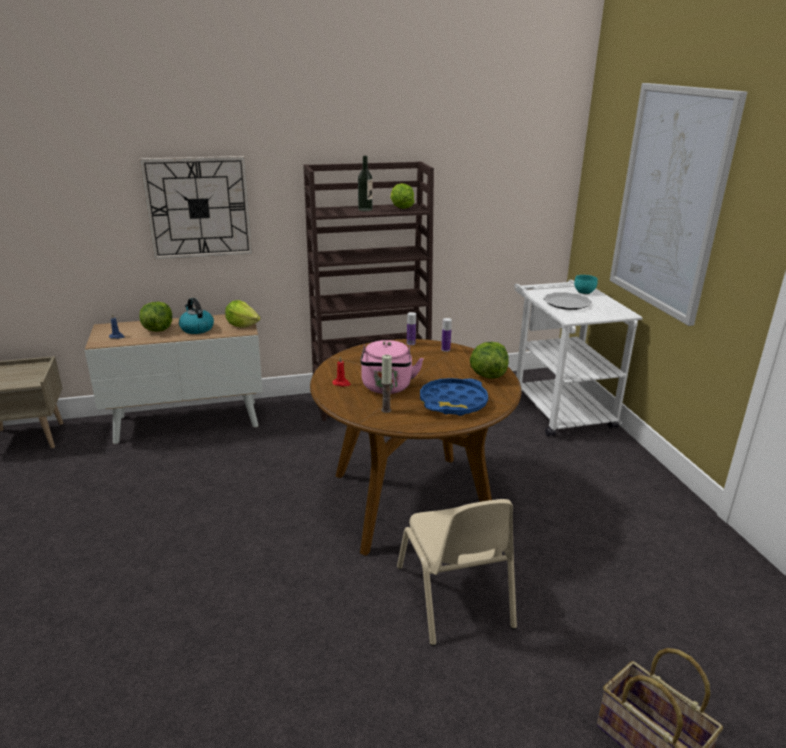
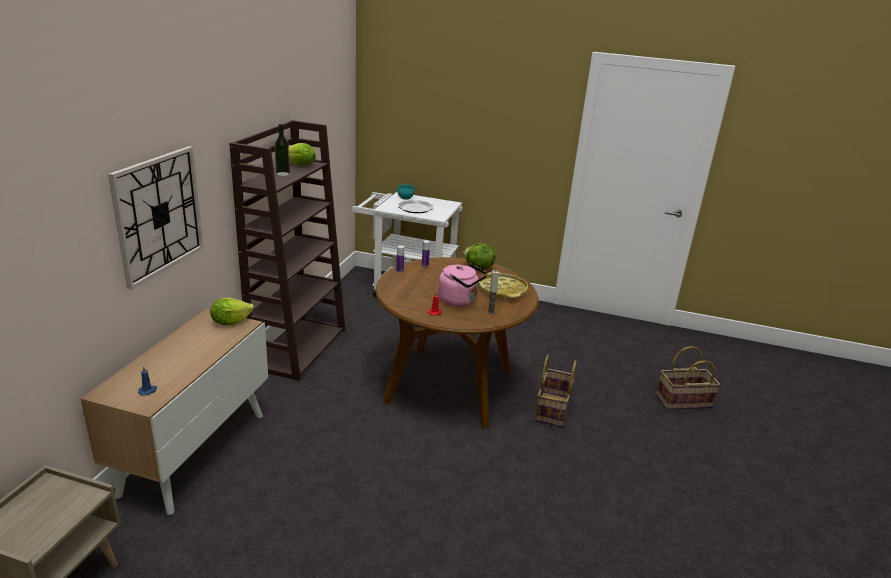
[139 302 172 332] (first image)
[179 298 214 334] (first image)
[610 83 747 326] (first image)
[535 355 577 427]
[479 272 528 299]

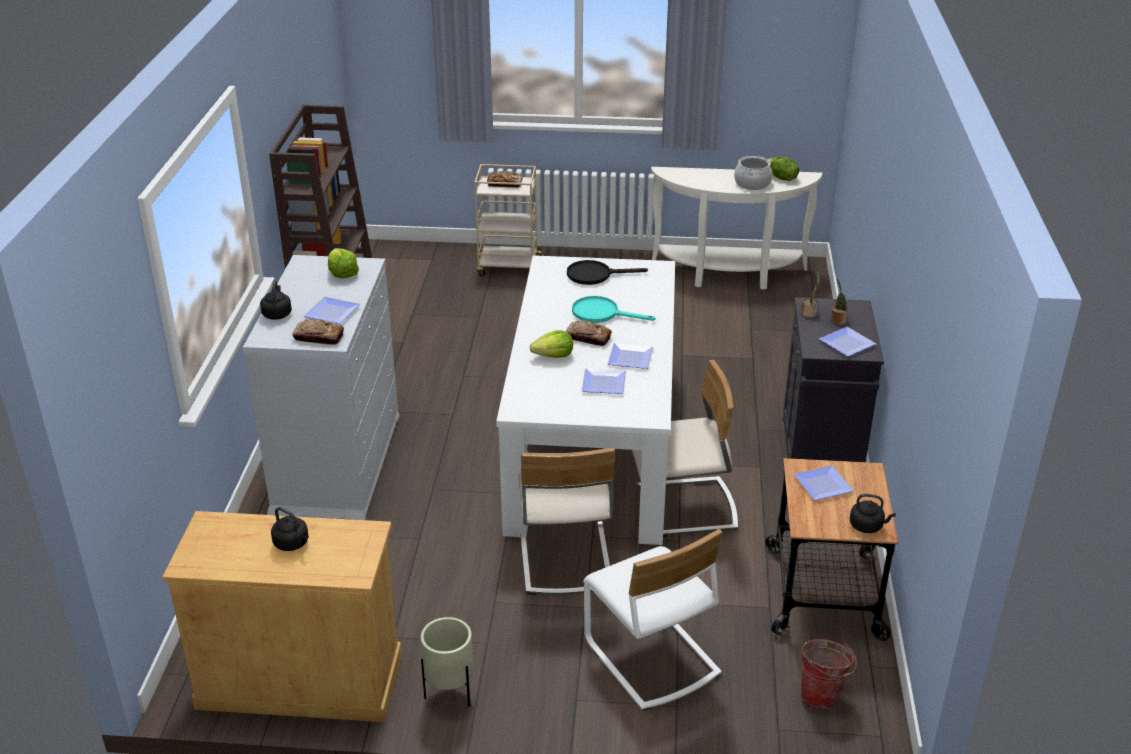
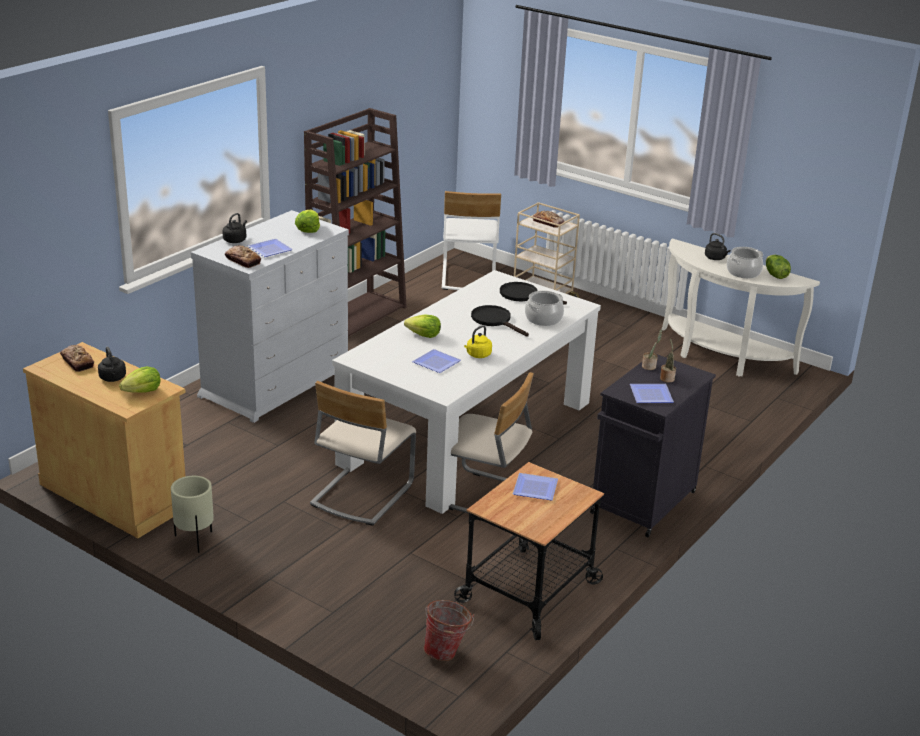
[119 366 161 393]
[525 291 564 326]
[60 345 94 372]
[442 191 501 290]
[705 233 730 260]
[464 325 492 358]
[471 305 529 336]

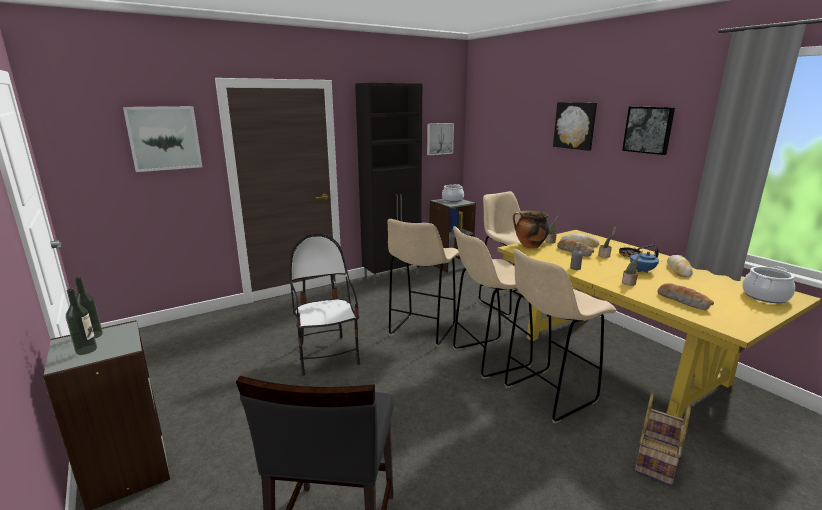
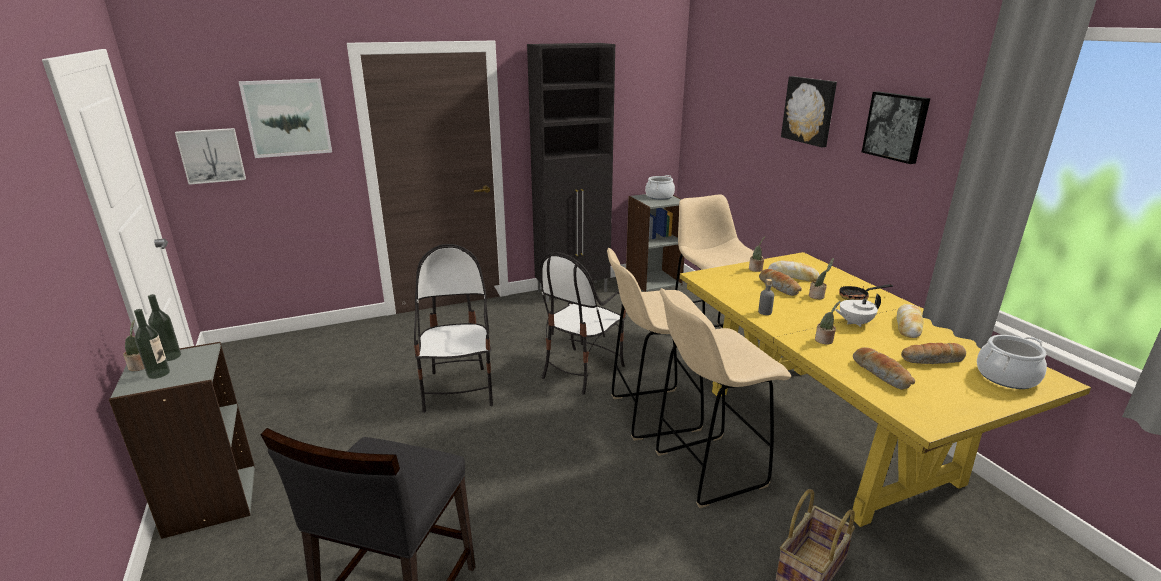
[513 211 549 248] (first image)
[123 320 145 371]
[901 343 966 364]
[175 128 246 185]
[540 252 626 394]
[835 294 881 327]

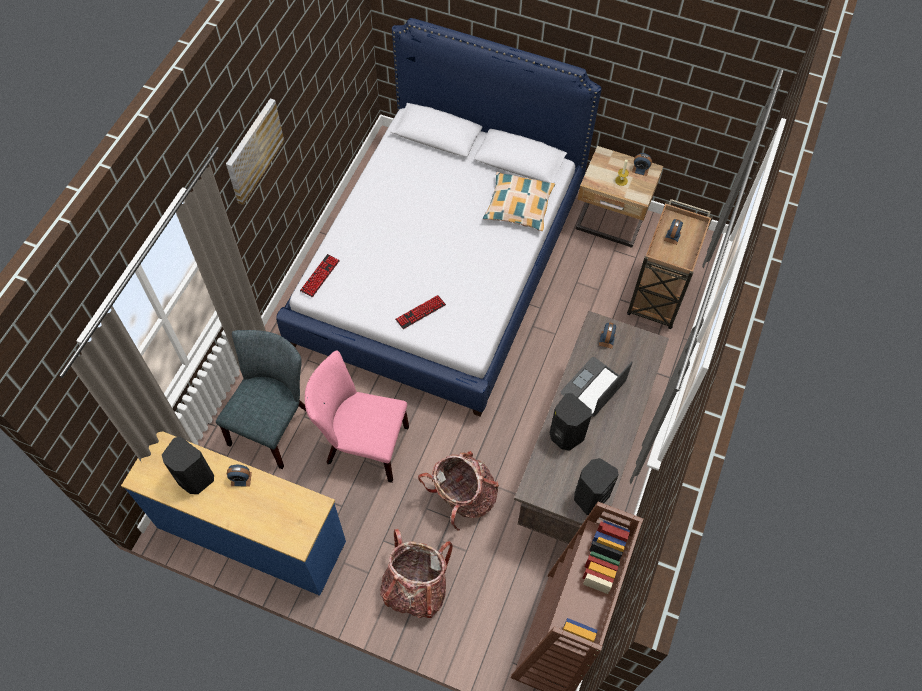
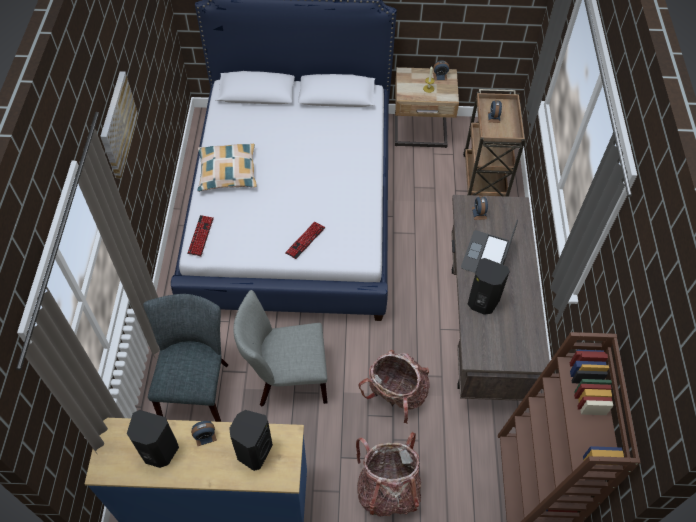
[197 144 257 192]
[229 410 273 471]
[233 290 328 407]

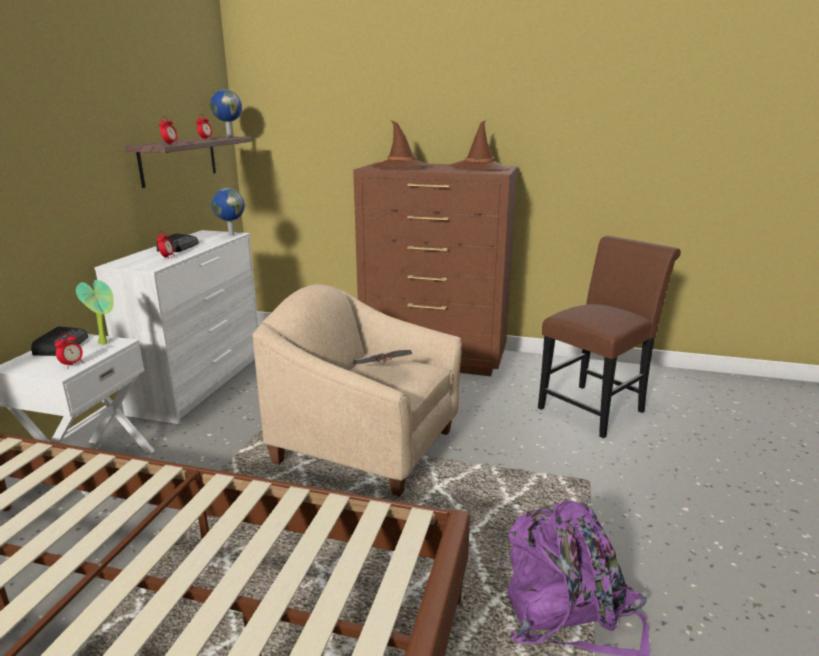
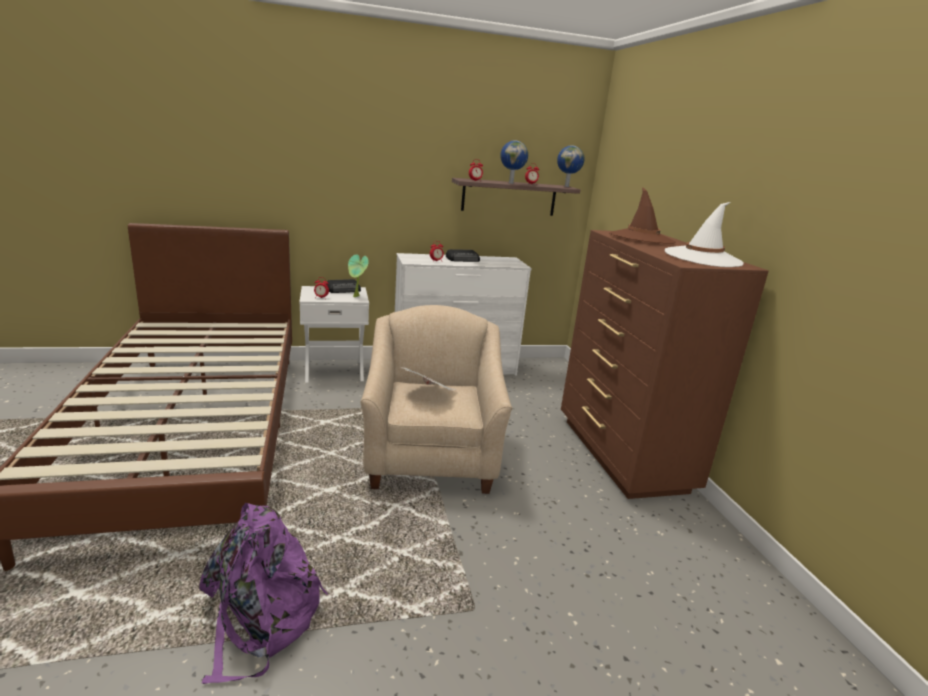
[538 236 681 438] (first image)
[500 140 528 184]
[665 202 744 267]

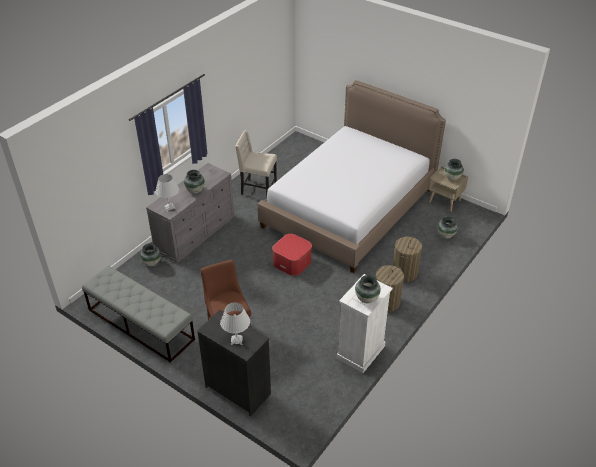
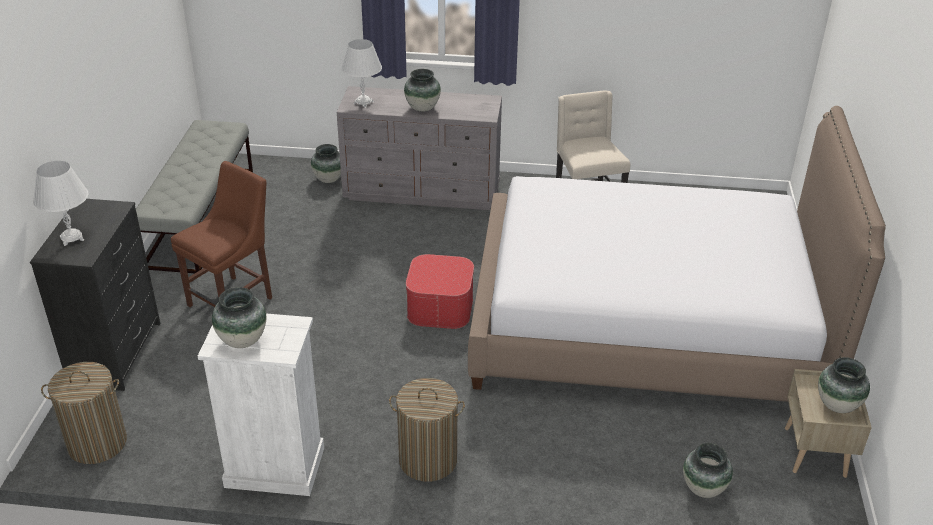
[41 362 127 464]

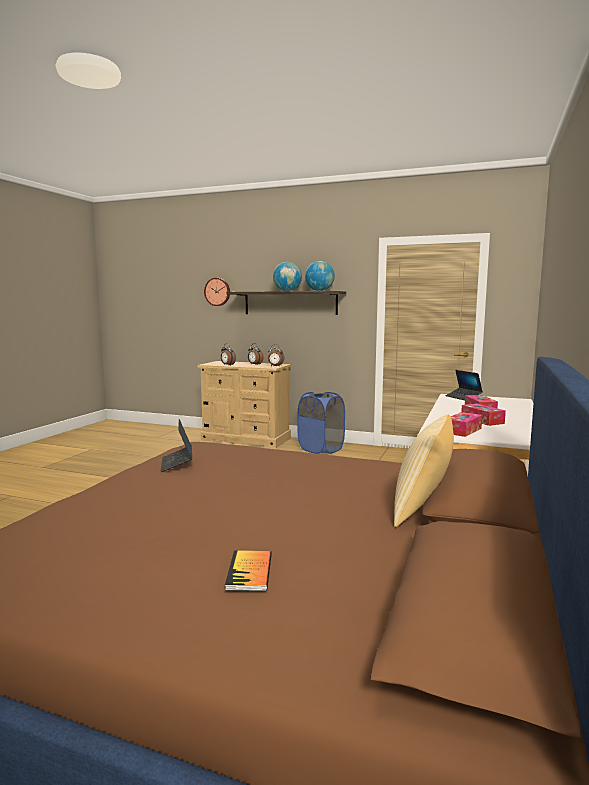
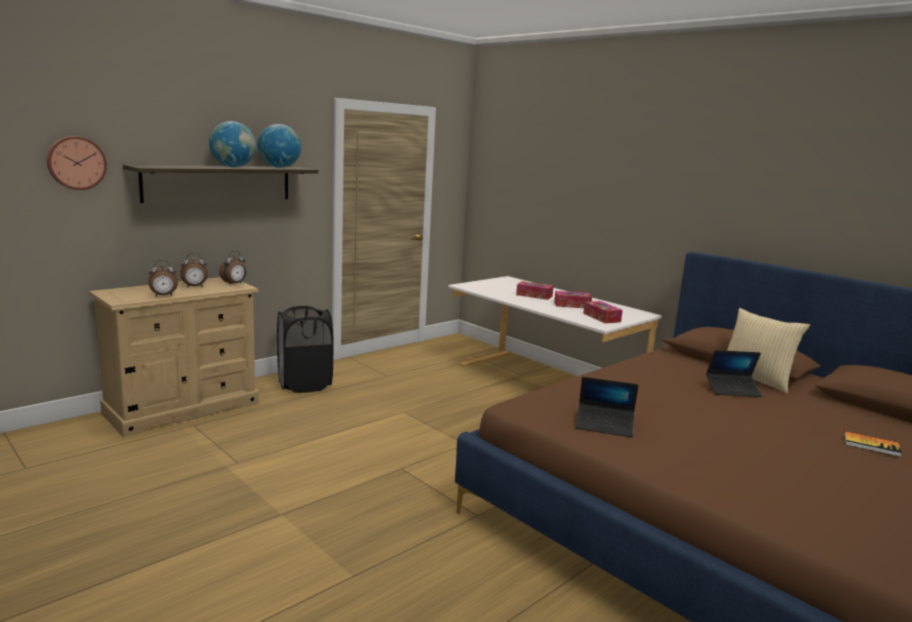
[706 350 762 397]
[277 306 334 393]

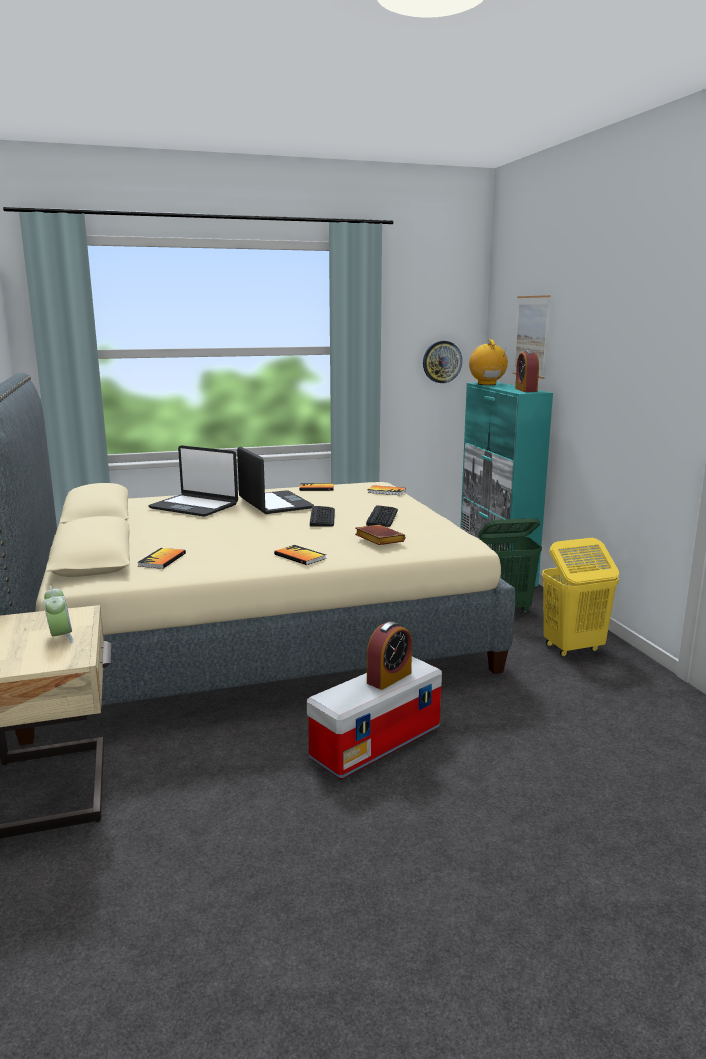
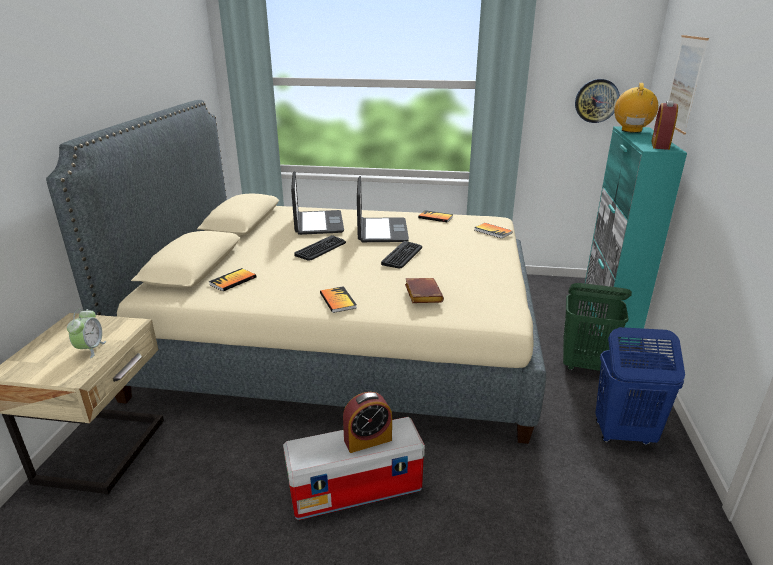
[294 235 346 260]
[595 327 685 445]
[291 171 344 235]

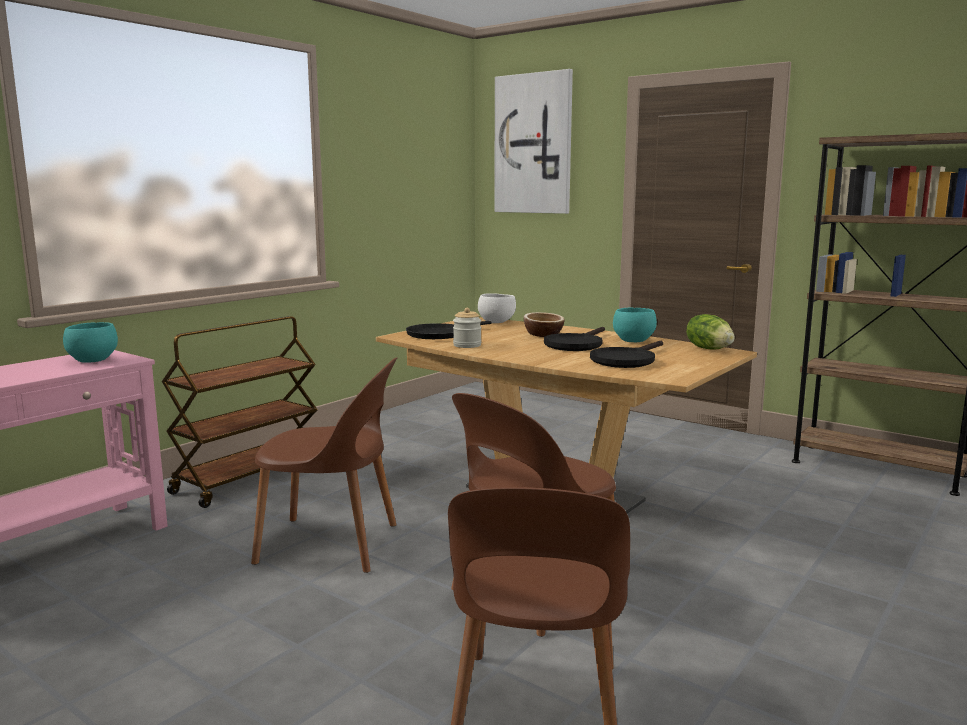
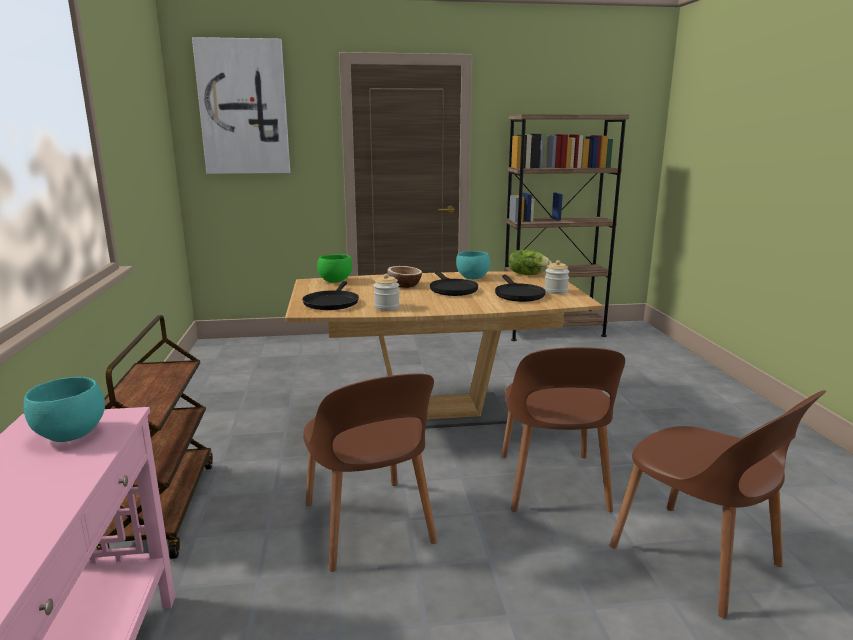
[544 260 570 294]
[317 254 352 283]
[303 373 437 572]

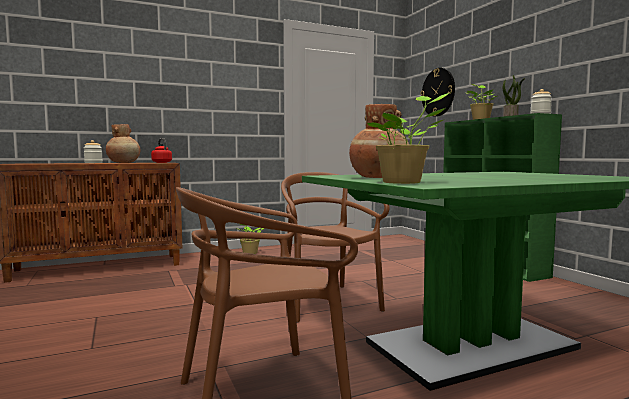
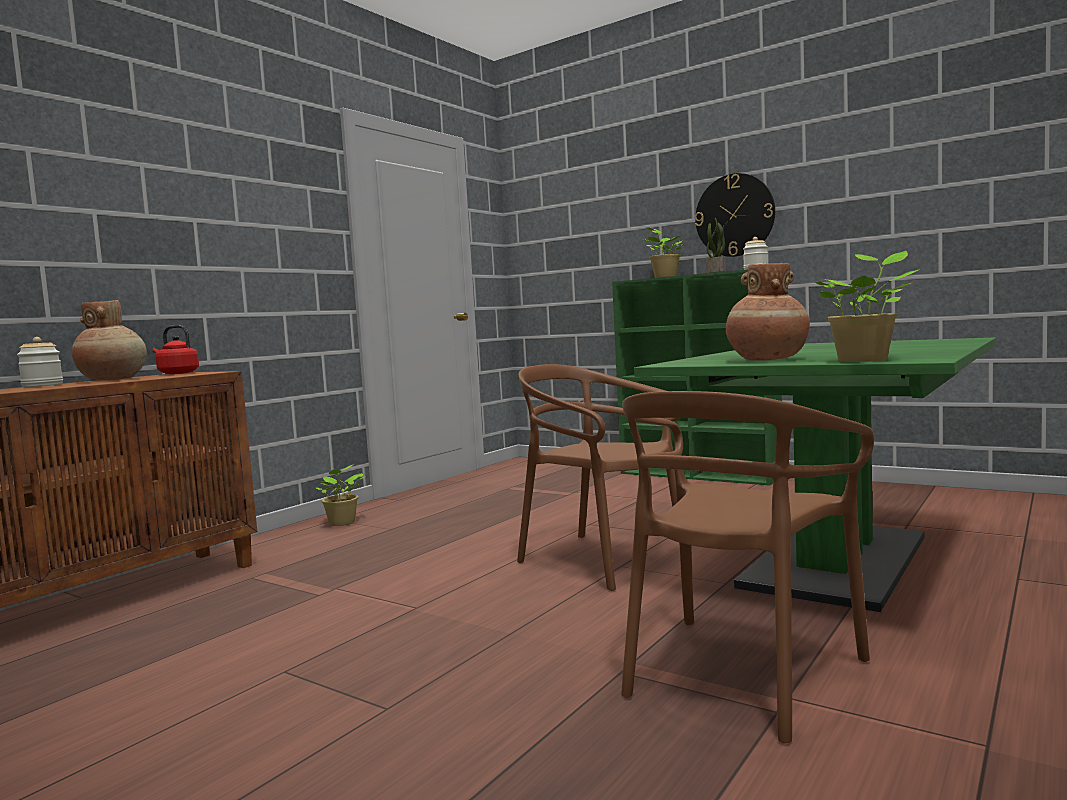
[695 173 775 257]

